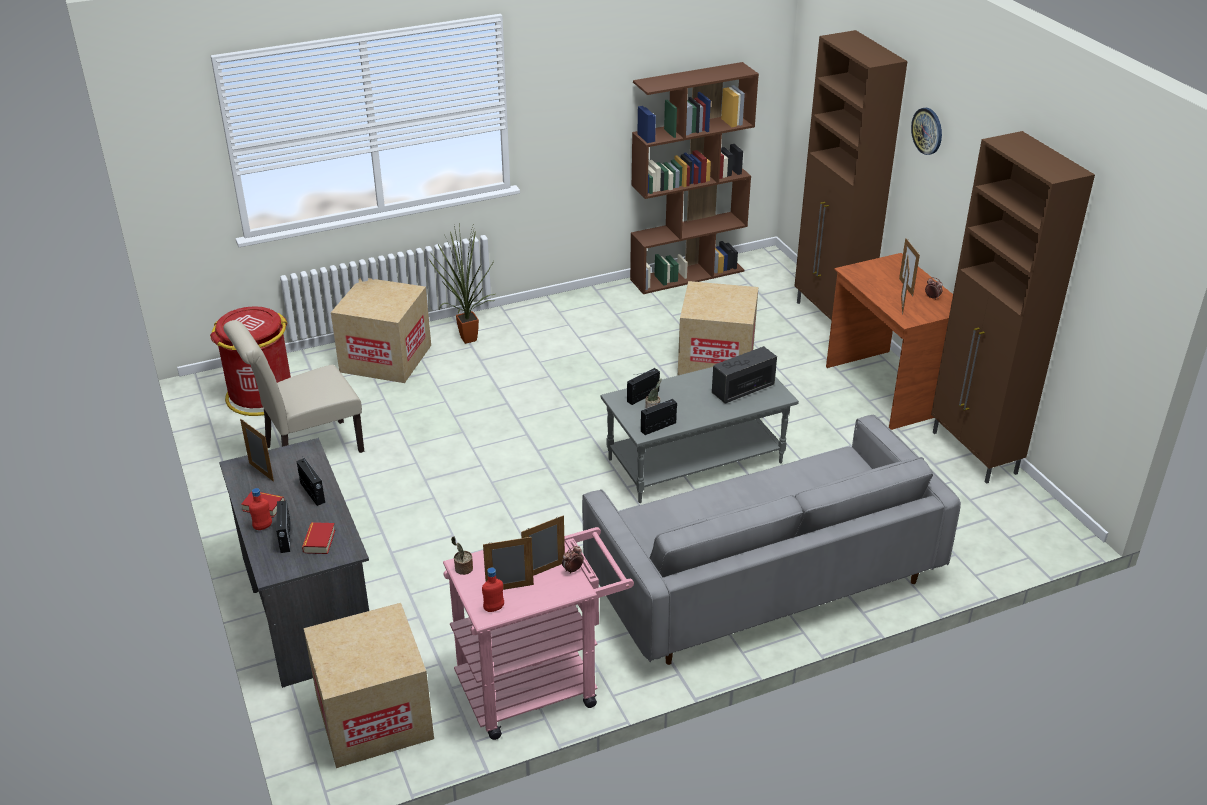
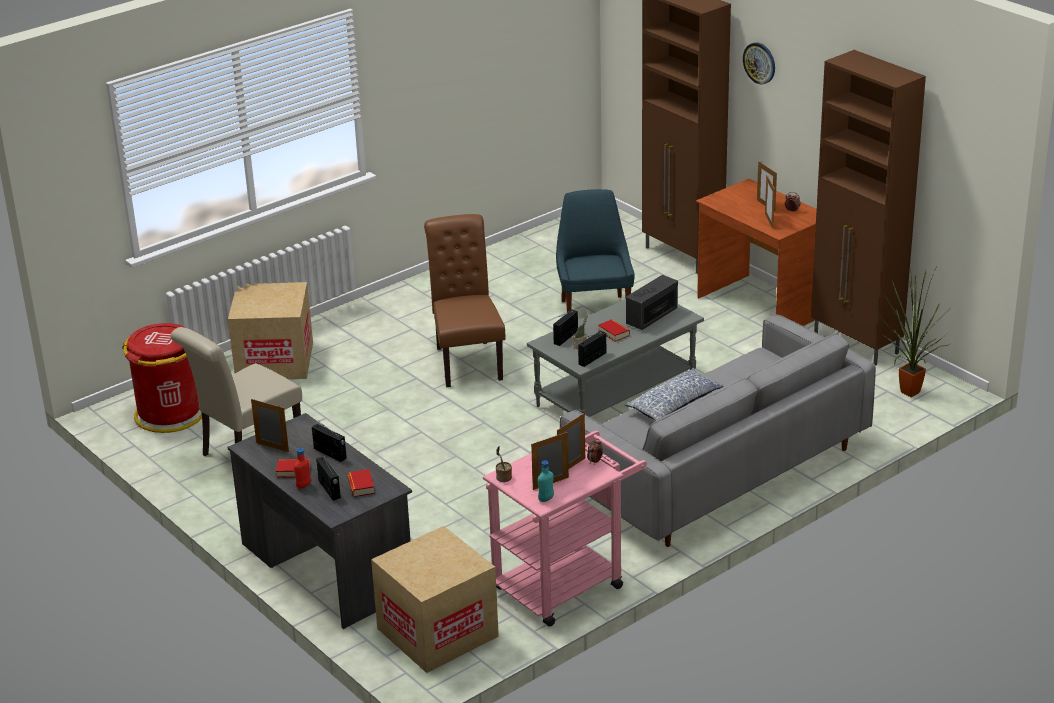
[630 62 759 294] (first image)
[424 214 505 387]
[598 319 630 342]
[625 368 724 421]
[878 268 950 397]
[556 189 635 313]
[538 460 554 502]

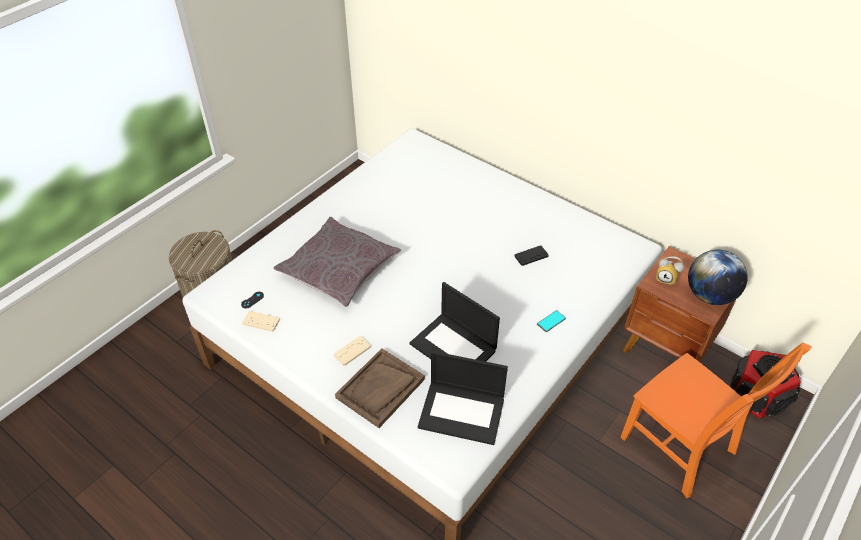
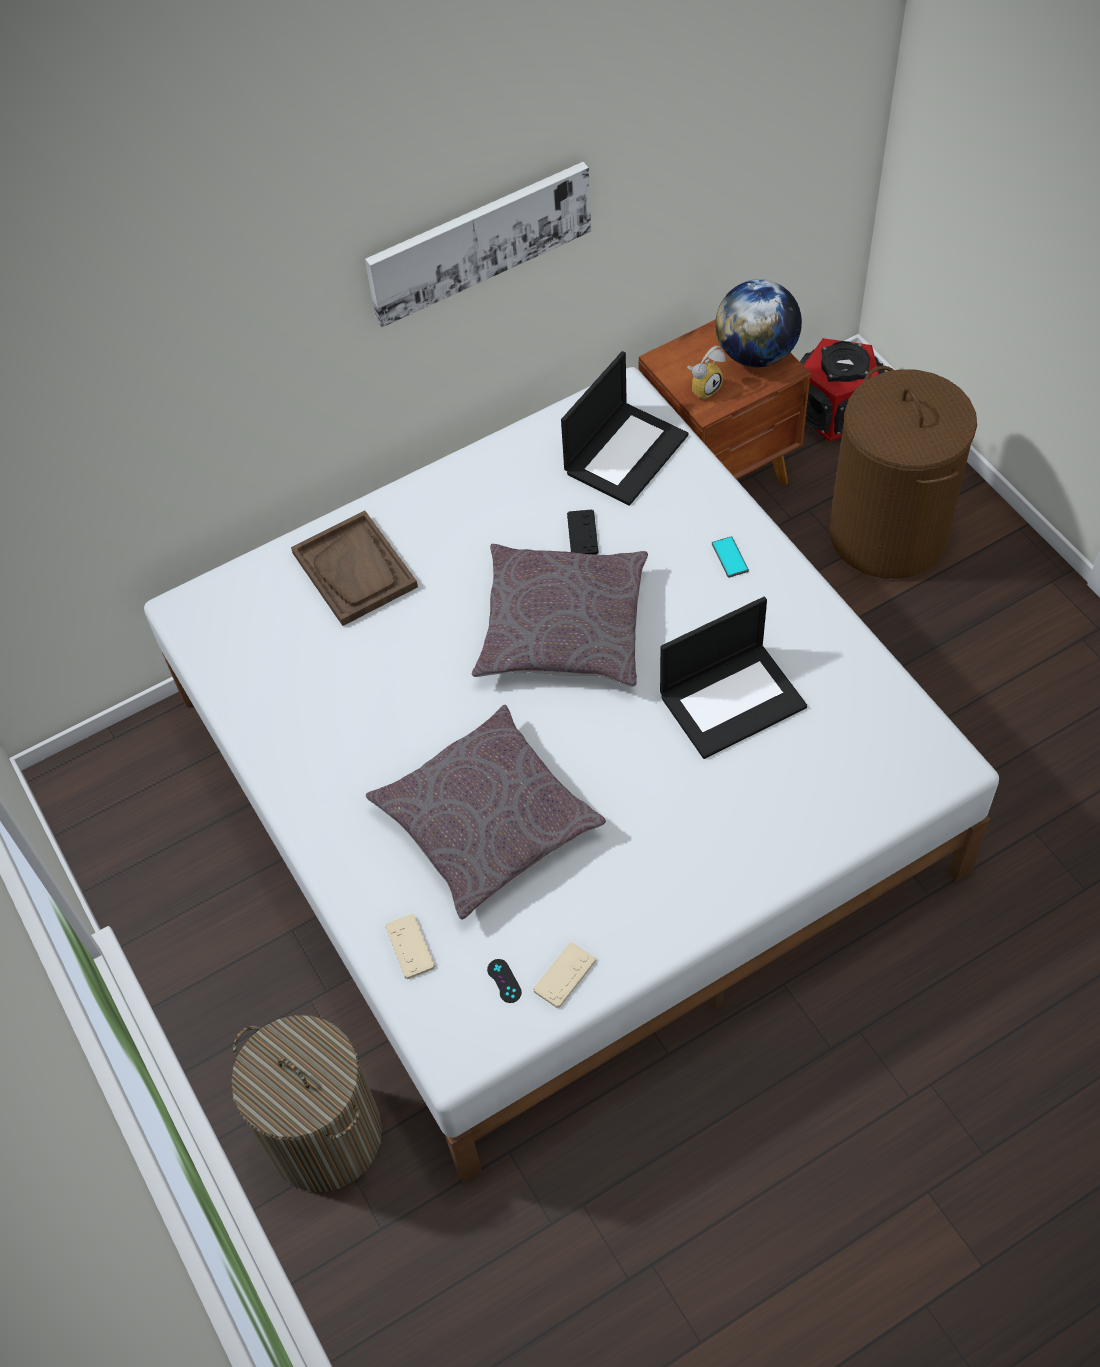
[365 162 591 328]
[472 544 648 687]
[385 914 435 979]
[291 510 418 626]
[561 351 688 506]
[829 366 977 579]

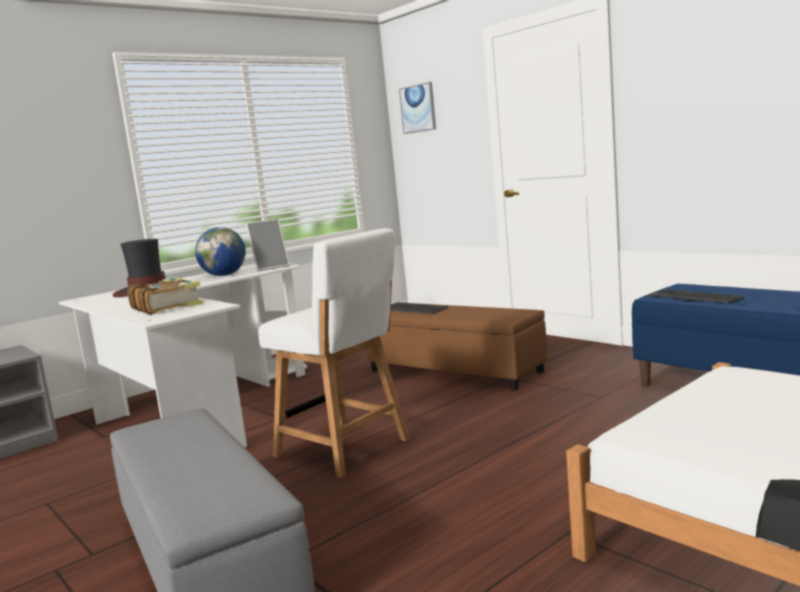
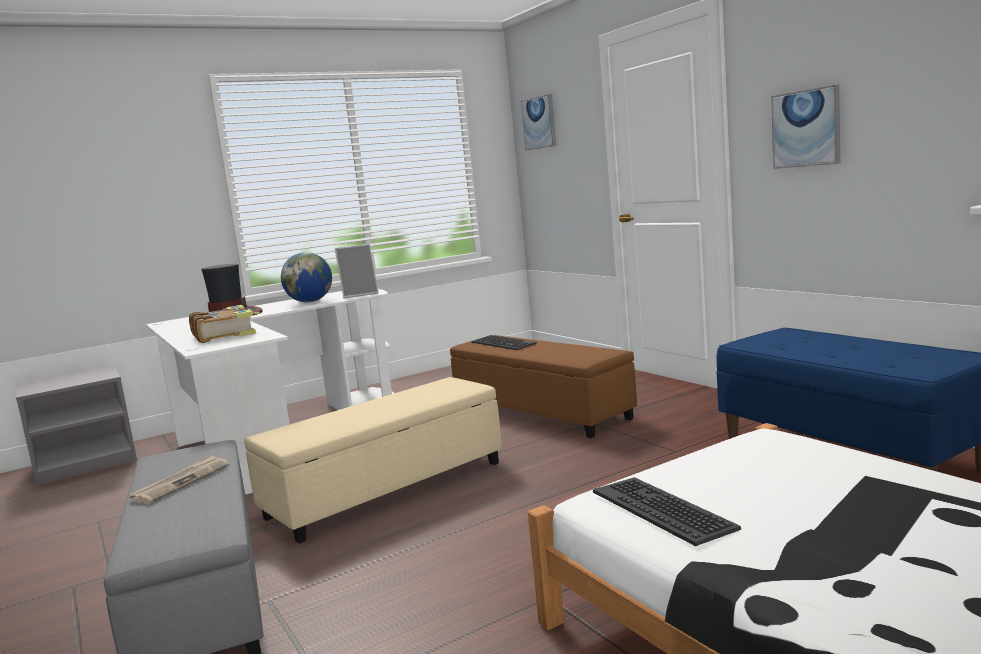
[130 454 229 504]
[771 84 840 169]
[593 477 741 546]
[244 377 502 543]

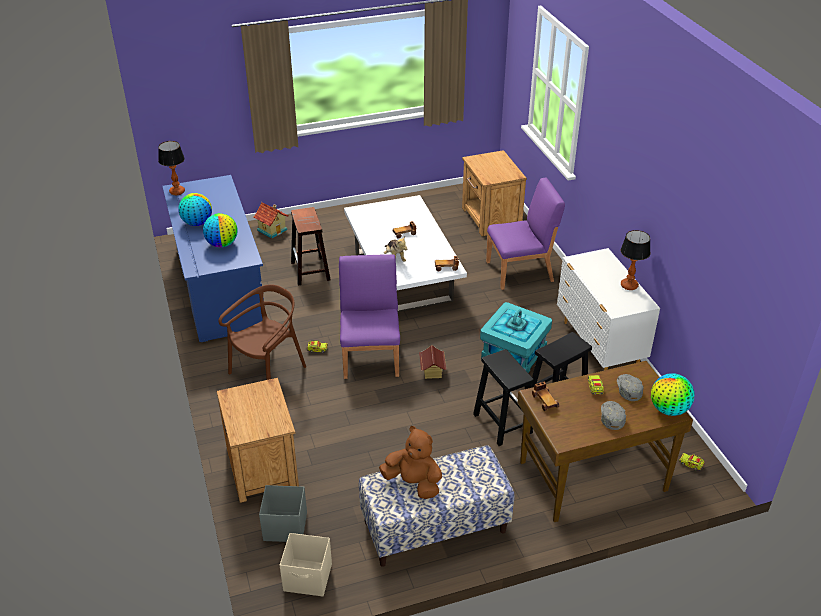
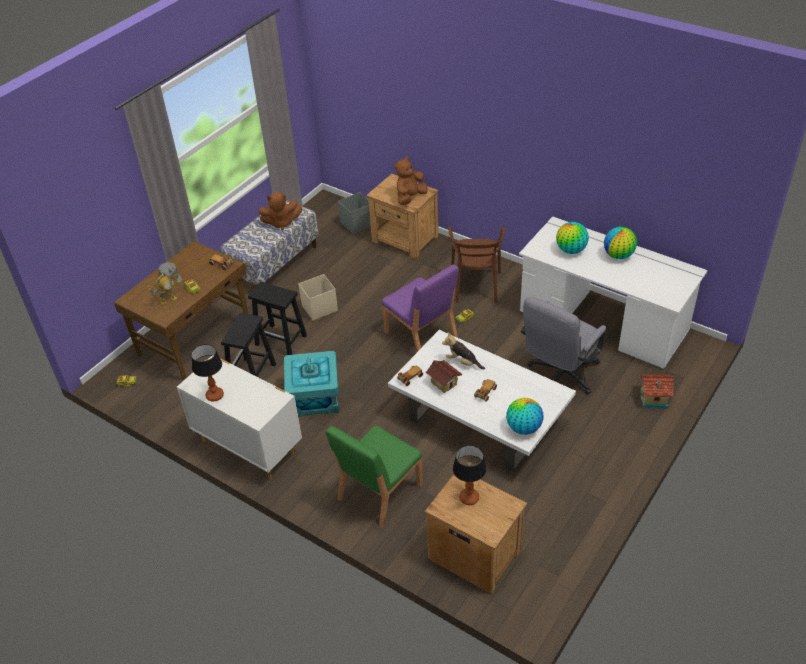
[395 157 428 205]
[453 445 486 505]
[298 274 338 321]
[425 360 463 393]
[506 398 543 435]
[521 297 606 394]
[148 269 179 305]
[519 216 708 369]
[326 426 423 528]

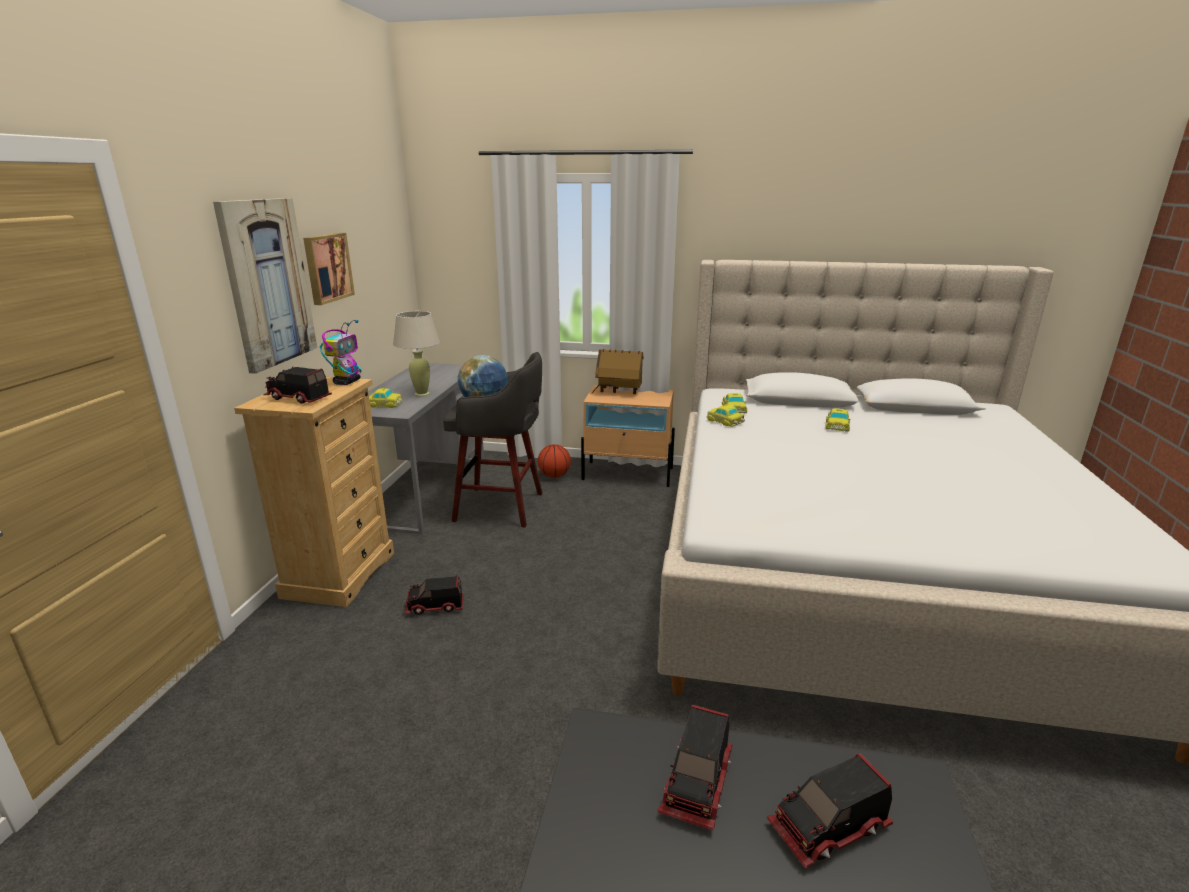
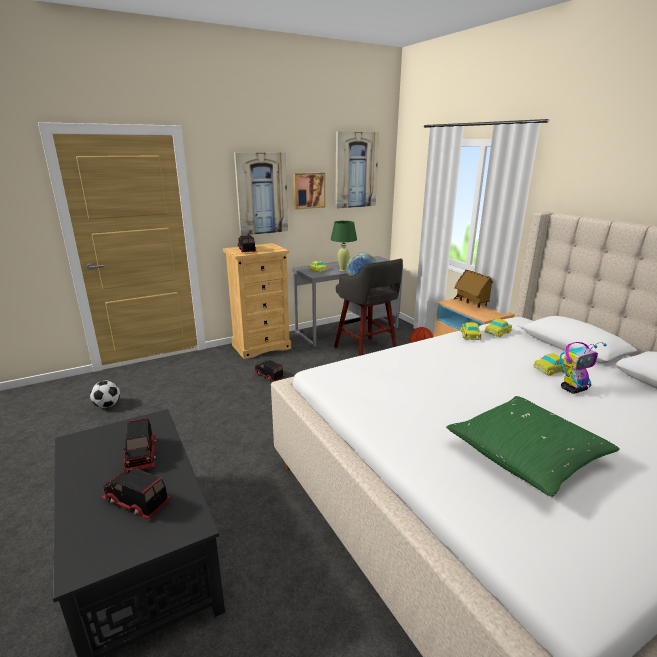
[90 381 120 408]
[335 132 379 209]
[446 396 620 497]
[560 342 606 394]
[331 221 357 271]
[123 418 156 472]

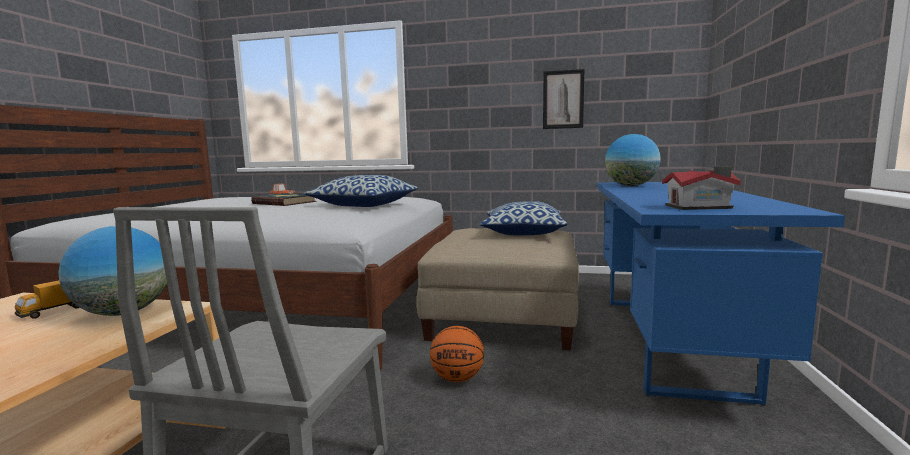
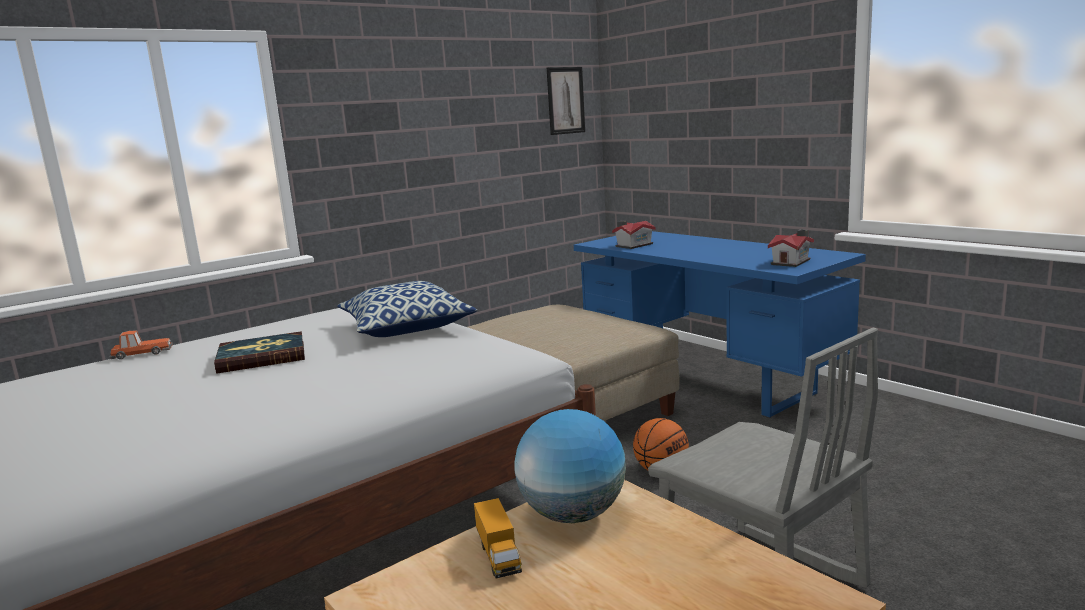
[480 201 568 235] (first image)
[547 67 585 135]
[612 220 656 249]

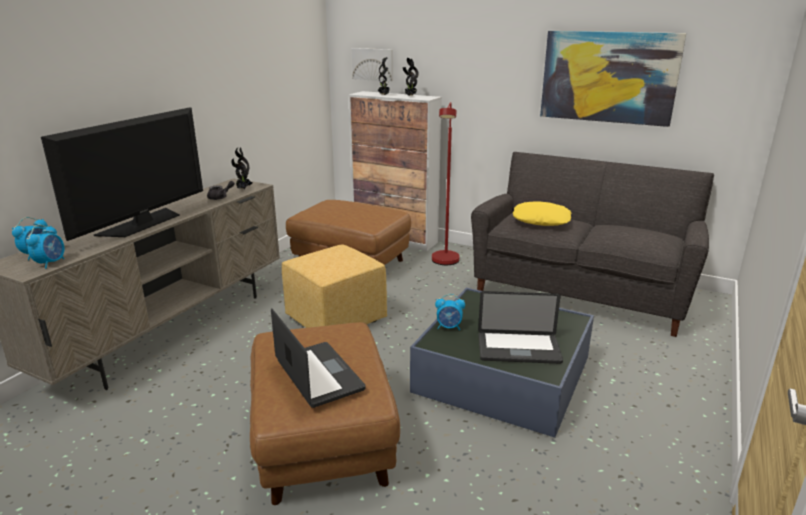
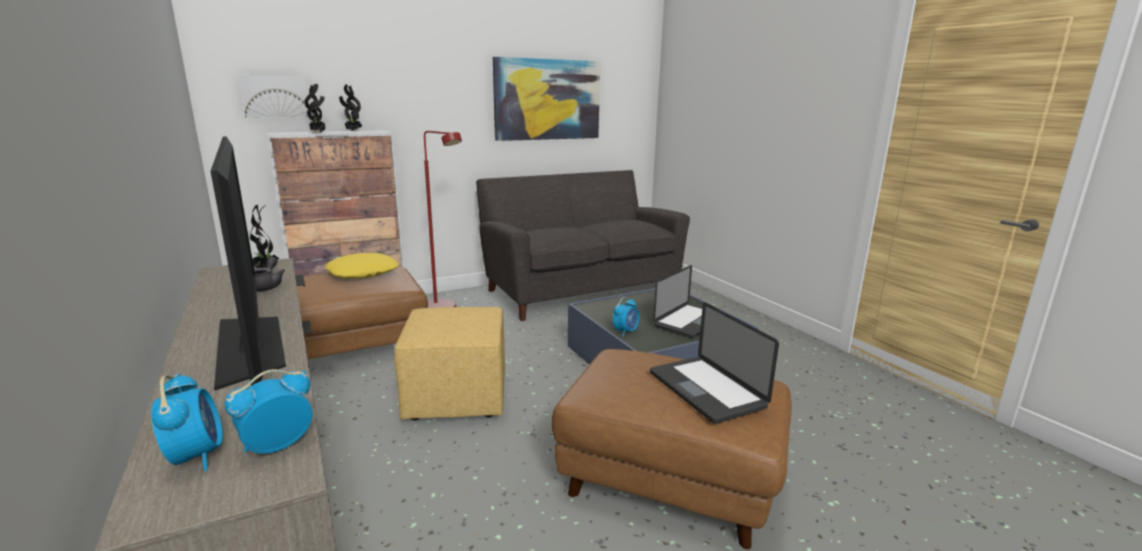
[325 253 398 279]
[224 369 313 454]
[650 302 779 424]

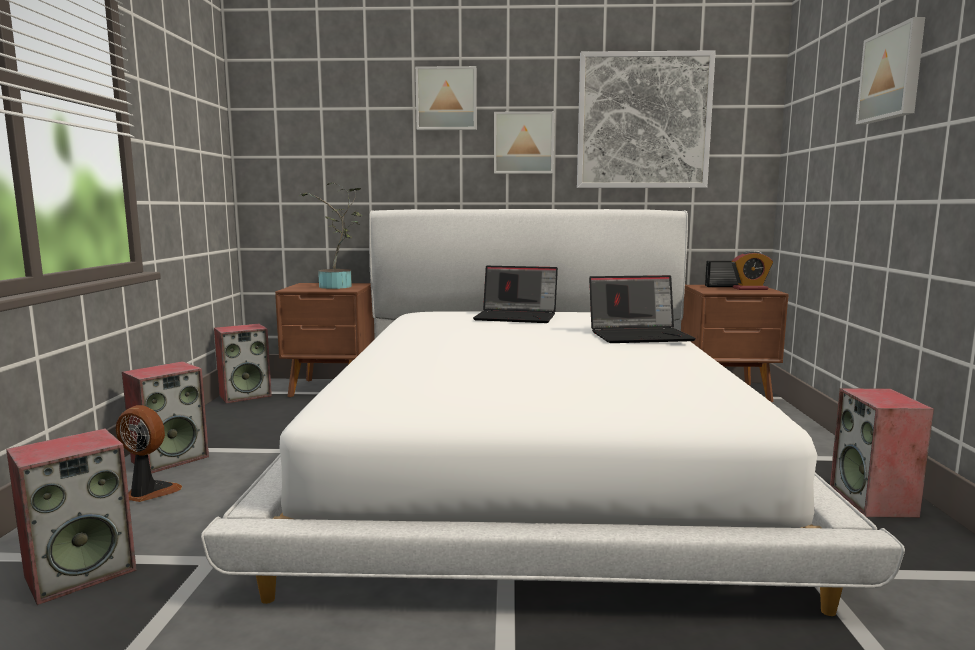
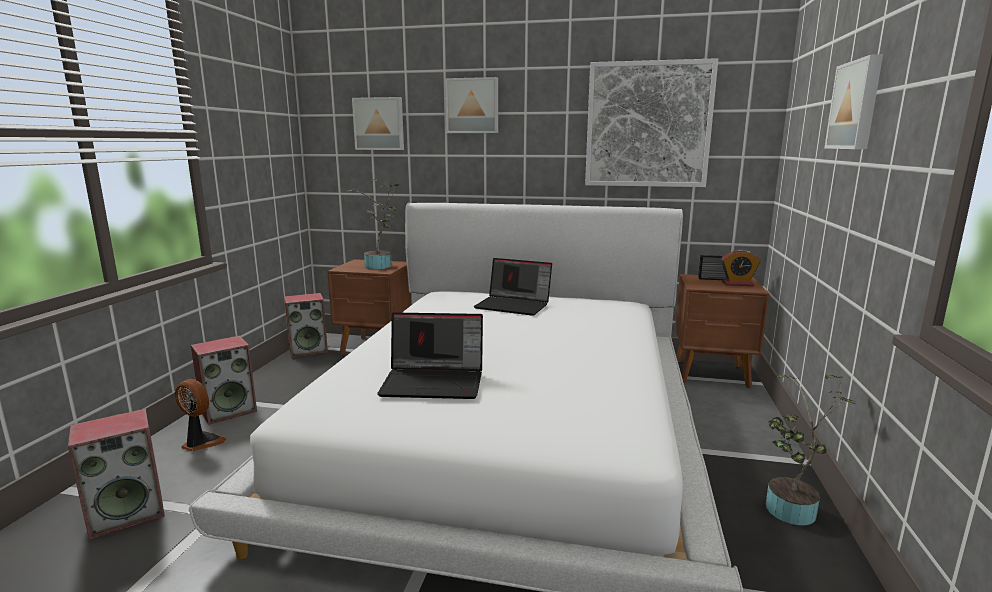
[352 97 404 150]
[377 312 483 399]
[766 375 856 525]

